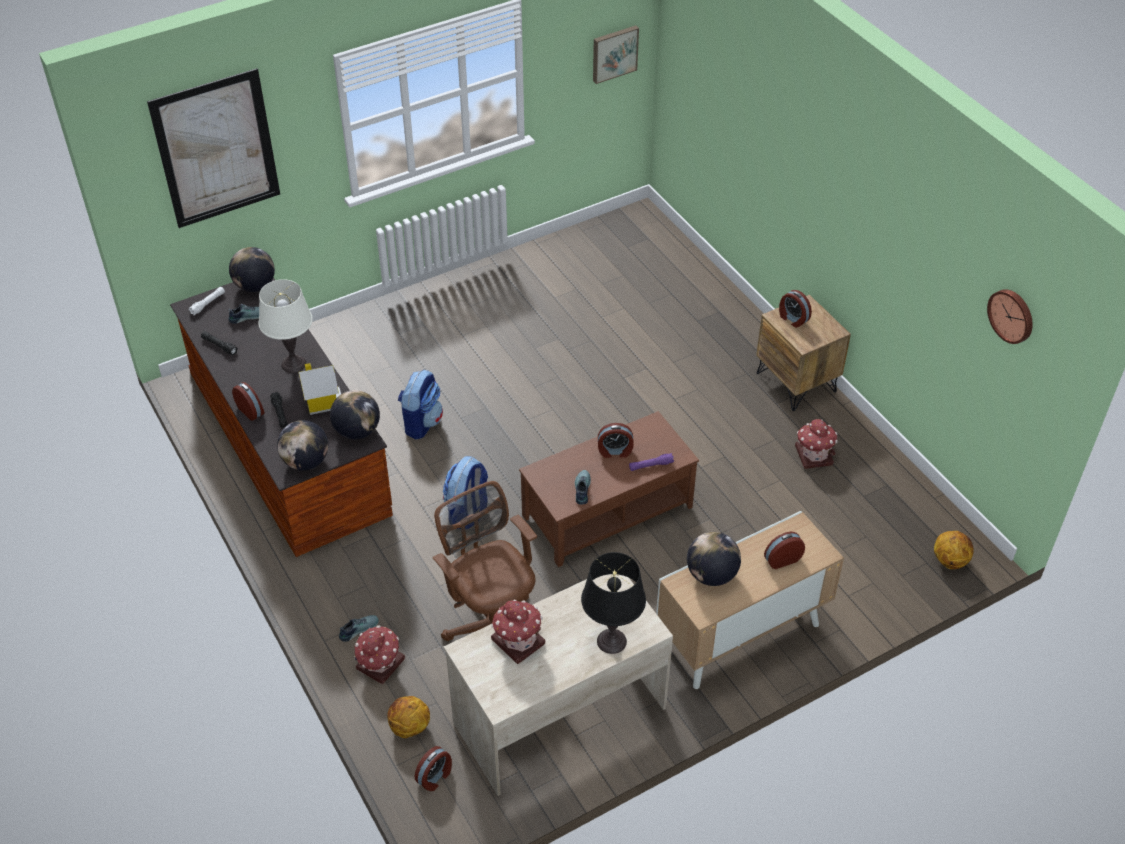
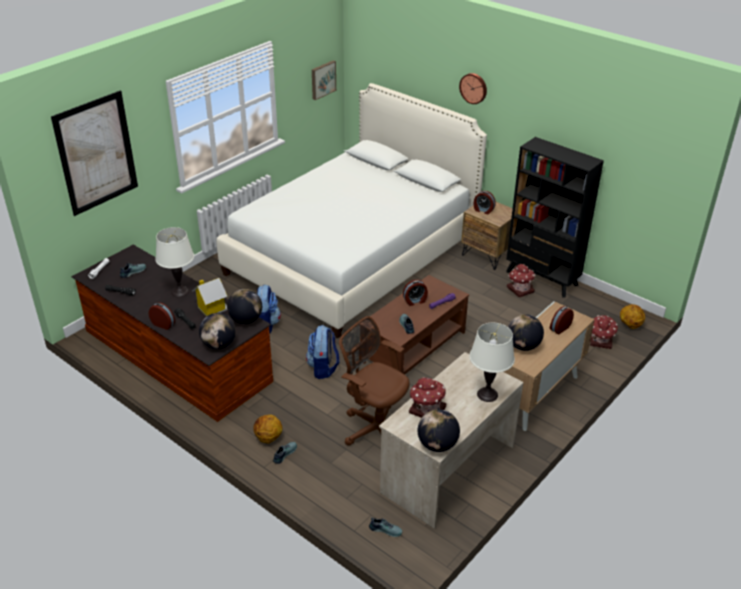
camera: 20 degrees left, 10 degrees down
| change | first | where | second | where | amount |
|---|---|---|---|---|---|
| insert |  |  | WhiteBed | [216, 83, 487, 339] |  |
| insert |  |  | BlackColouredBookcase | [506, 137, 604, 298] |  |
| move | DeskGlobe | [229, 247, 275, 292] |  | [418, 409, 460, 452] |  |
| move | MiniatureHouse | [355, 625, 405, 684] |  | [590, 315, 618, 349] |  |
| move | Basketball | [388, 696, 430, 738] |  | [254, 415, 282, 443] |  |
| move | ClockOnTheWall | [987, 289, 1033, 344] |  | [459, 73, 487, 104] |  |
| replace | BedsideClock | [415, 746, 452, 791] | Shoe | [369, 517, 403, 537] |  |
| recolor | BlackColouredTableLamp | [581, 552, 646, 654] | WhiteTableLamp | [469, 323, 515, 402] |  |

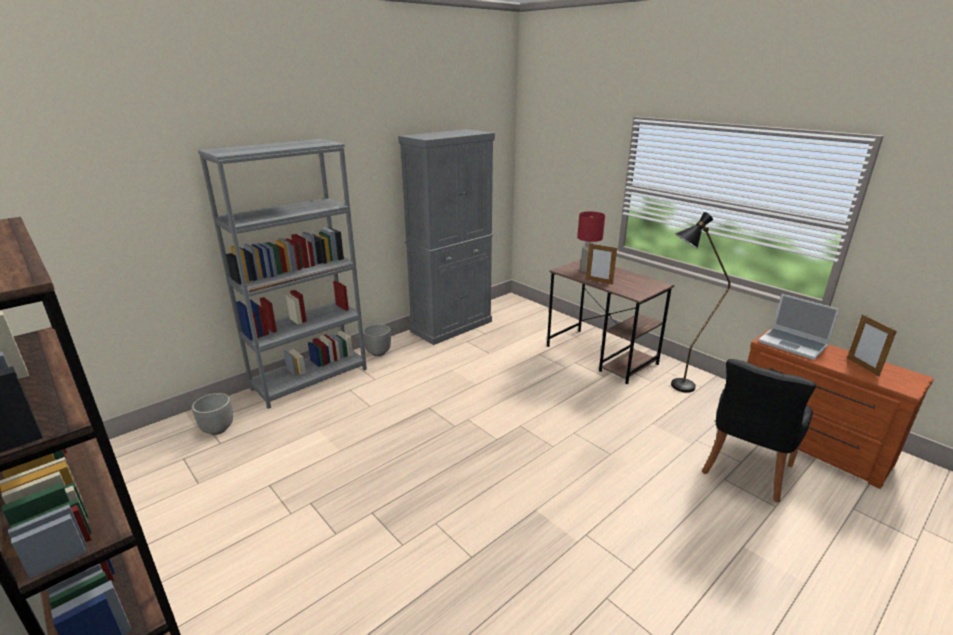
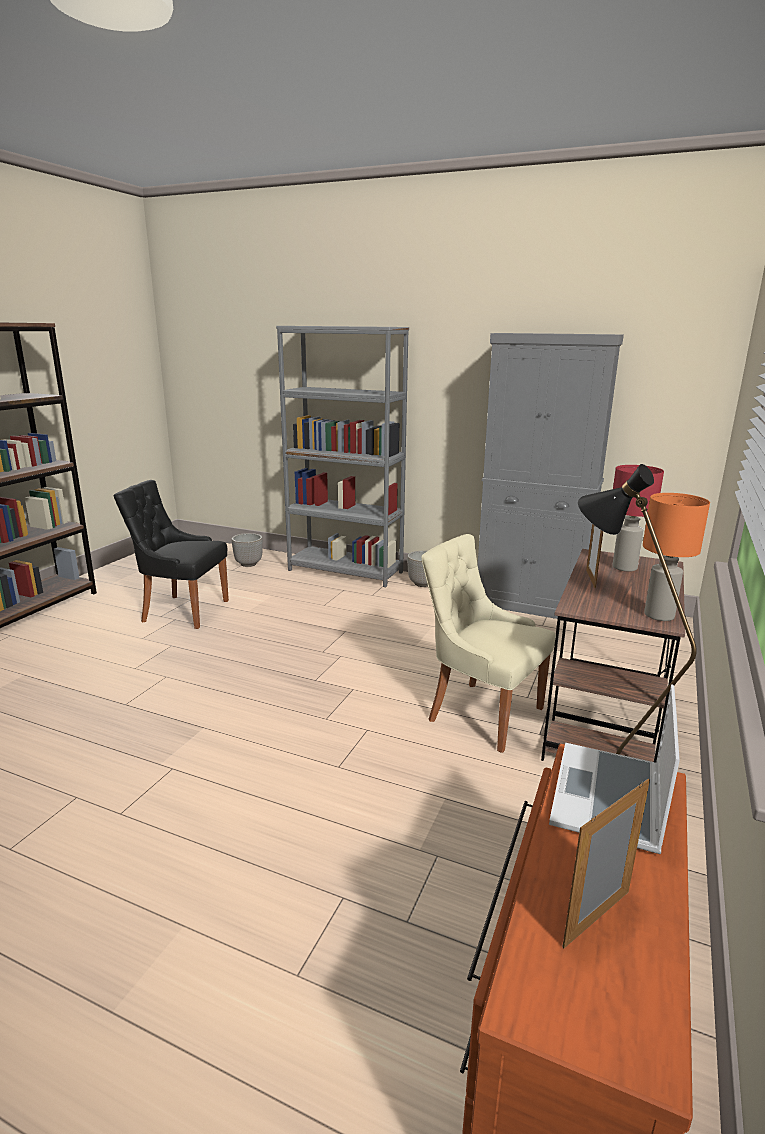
camera: 65 degrees right, 5 degrees down
| change | first | where | second | where | amount |
|---|---|---|---|---|---|
| insert |  |  | SandColouredChair | [421, 534, 556, 753] |  |
| insert |  |  | OrangeTableLamp | [643, 493, 710, 621] |  |
| move | BlackColouredChair | [702, 359, 816, 502] |  | [114, 480, 229, 629] |  |

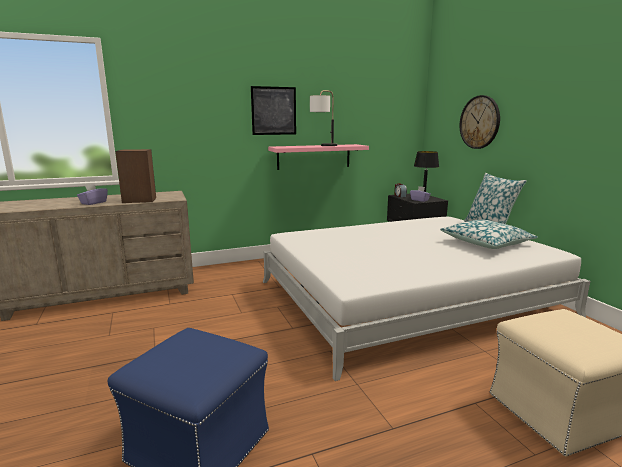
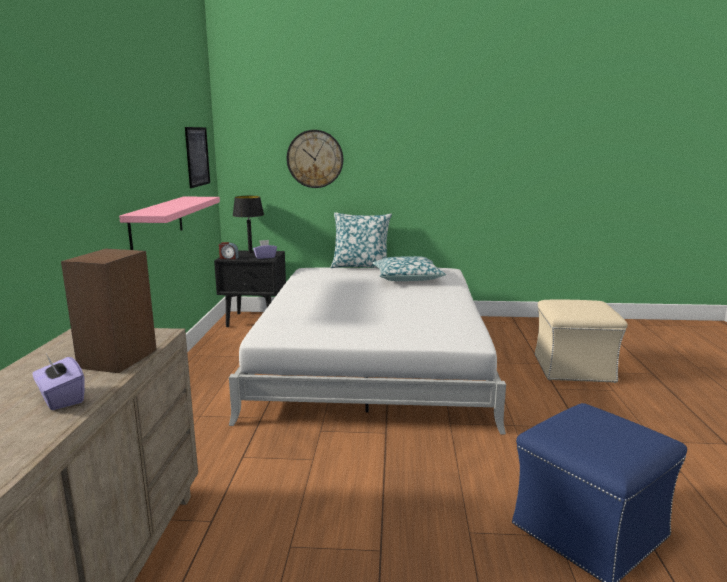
camera: 65 degrees left, 0 degrees up
| change | first | where | second | where | amount |
|---|---|---|---|---|---|
| delete | TableLamp | [310, 90, 337, 146] |  |  |  |
| move | Picture | [251, 86, 296, 135] |  | [185, 127, 210, 188] |  |

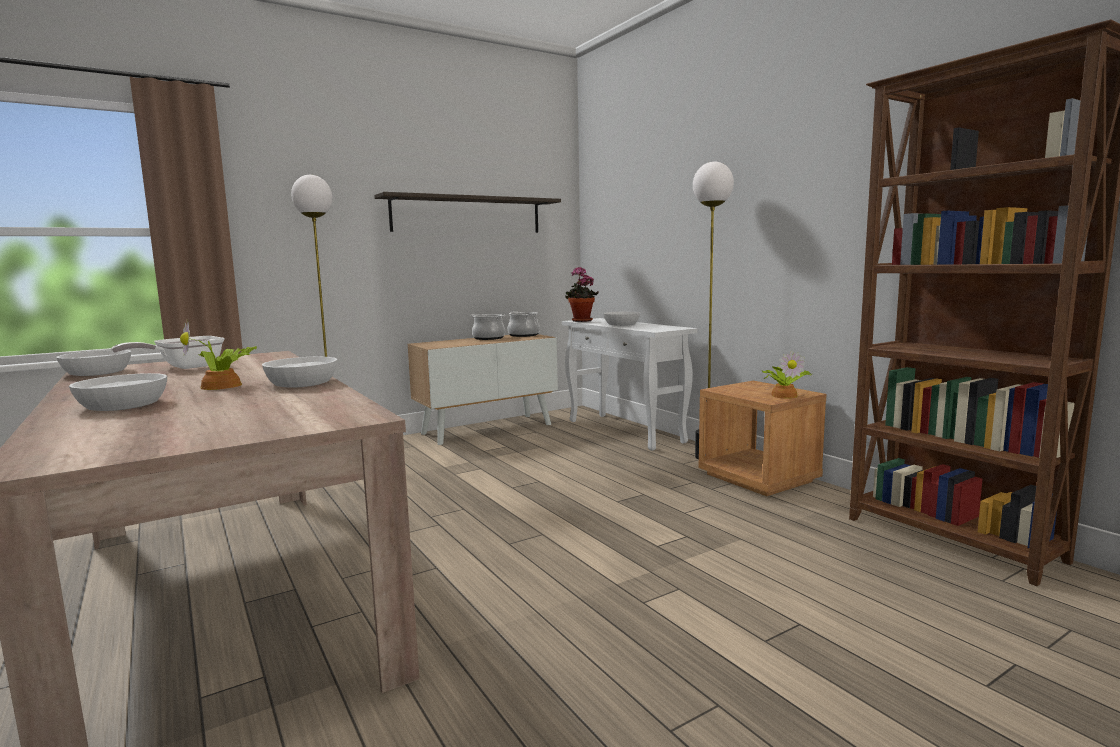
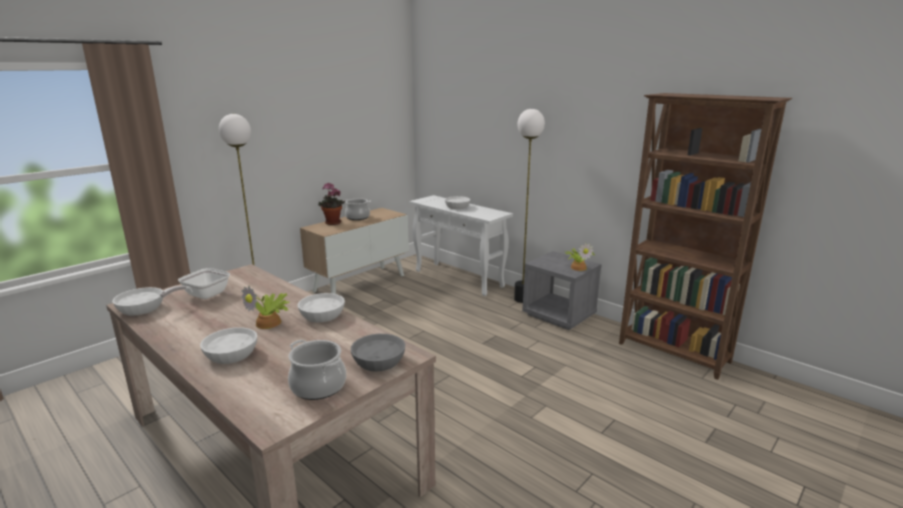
camera: 15 degrees left, 10 degrees up
| change | first | where | second | where | amount |
|---|---|---|---|---|---|
| delete | Shelf | [374, 192, 561, 233] |  |  |  |
| insert |  |  | GrayBowl | [351, 334, 405, 372] |  |
| move | CookingPot | [508, 311, 540, 337] |  | [288, 340, 346, 400] |  |
| move | Houseplant | [565, 267, 599, 322] |  | [318, 183, 345, 225] |  |
| recolor | BrownColouredBedsideTable | [698, 381, 826, 496] | GrayBedsideTable | [522, 251, 602, 330] |  |

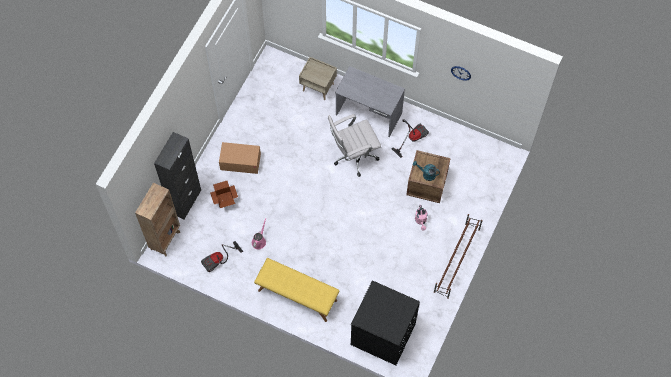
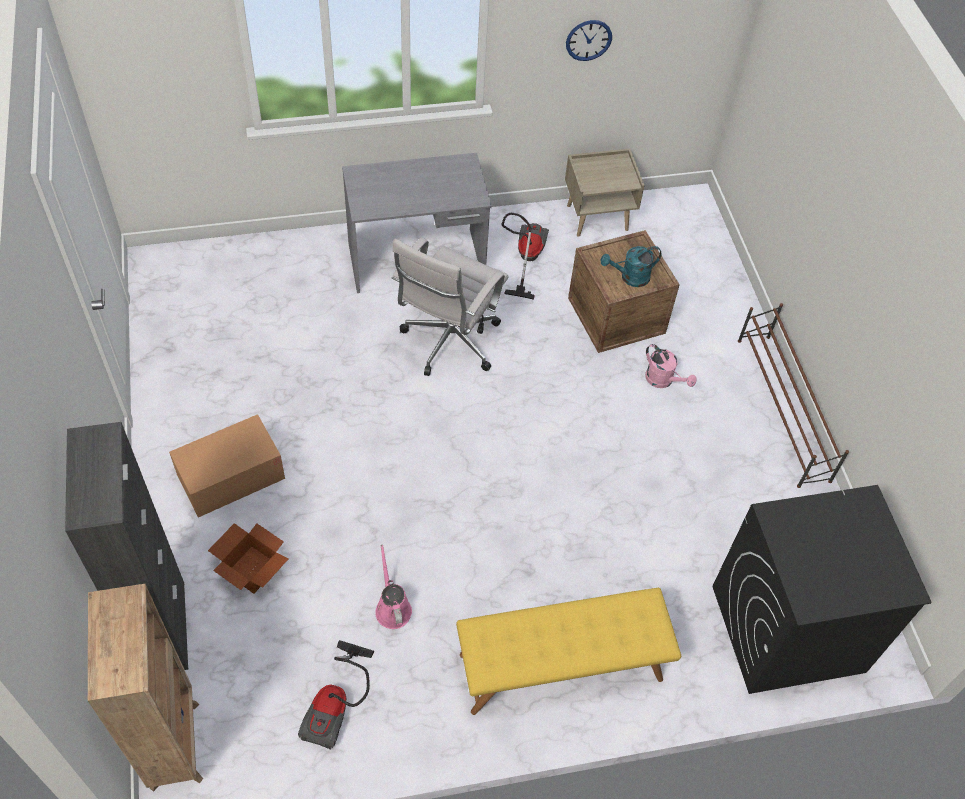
camera: 40 degrees left, 10 degrees down
| change | first | where | second | where | amount |
|---|---|---|---|---|---|
| move | SandColouredBedsideTable | [299, 57, 337, 100] |  | [565, 149, 645, 237] |  |

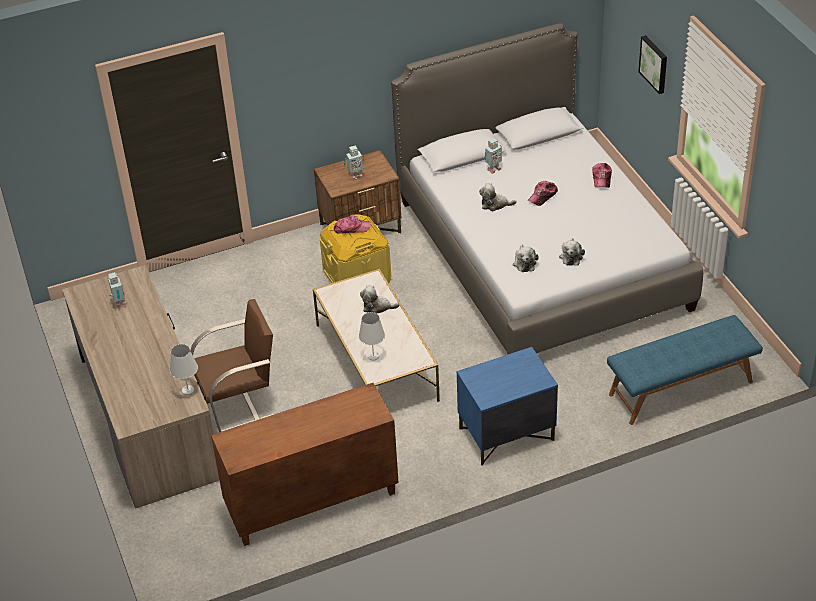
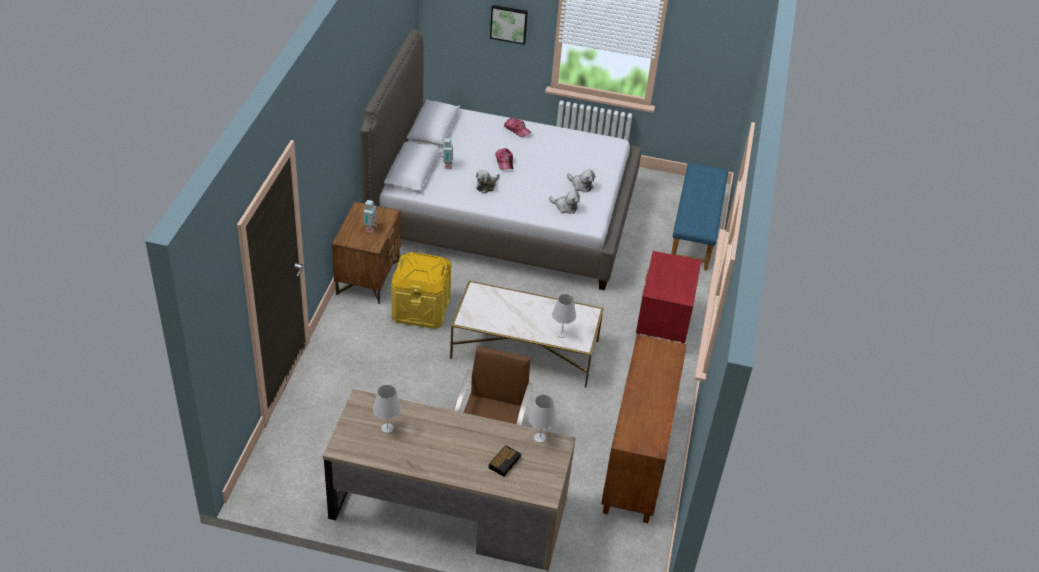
camera: 60 degrees left, 0 degrees up
| change | first | where | second | where | amount |
|---|---|---|---|---|---|
| delete | BaseballCap | [334, 215, 371, 234] |  |  |  |
| delete | CuddlyToy | [360, 285, 399, 313] |  |  |  |
| insert |  |  | BedsideClock | [489, 445, 521, 477] |  |
| replace | ToyRobot | [108, 272, 127, 309] | WhiteTableLamp | [373, 385, 401, 433] |  |
| recolor | BlueColouredBedsideTable | [457, 347, 558, 466] | RedColouredBedsideTable | [636, 251, 702, 344] |  |

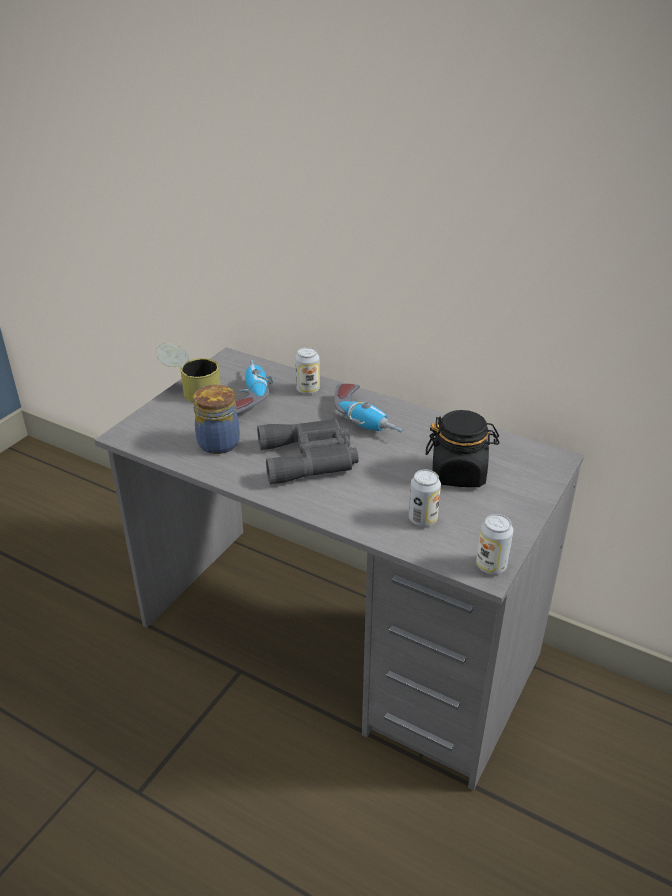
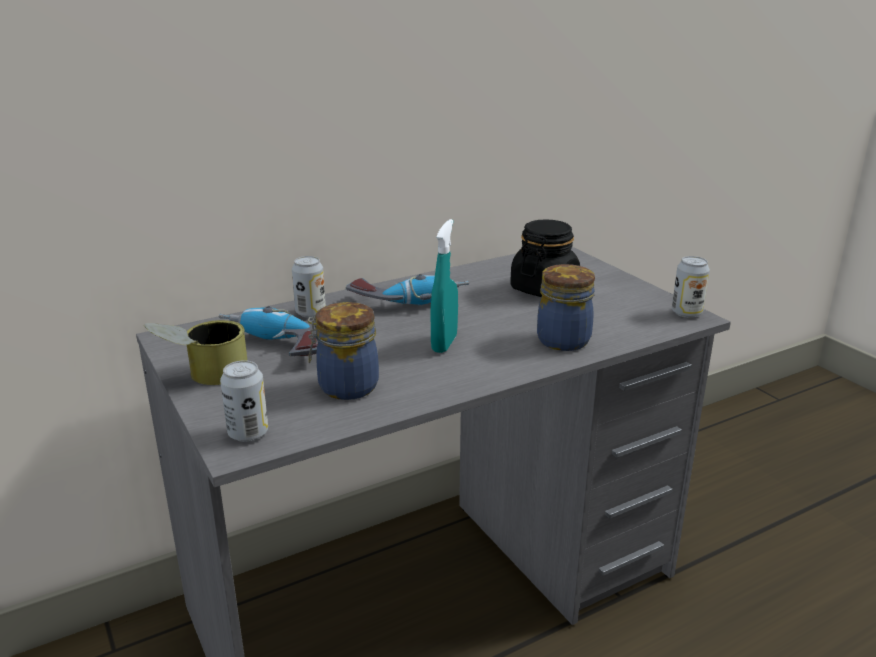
camera: 60 degrees left, 10 degrees down
| change | first | where | second | where | amount |
|---|---|---|---|---|---|
| insert |  |  | StorageJar | [537, 264, 595, 351] |  |
| move | MetalCan | [409, 469, 441, 526] |  | [220, 360, 268, 442] |  |
| replace | GrayFieldGlasses | [257, 419, 359, 485] | TurquoiseColouredSprayBottle | [431, 219, 458, 353] |  |

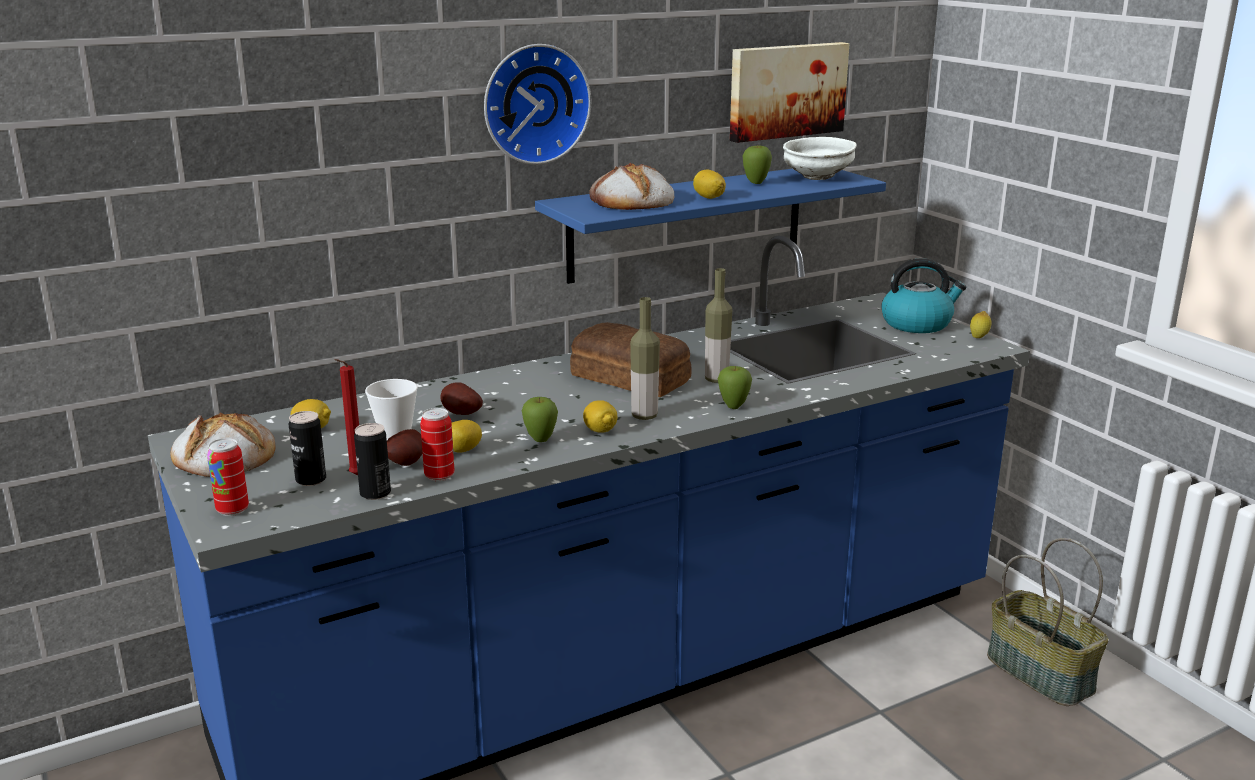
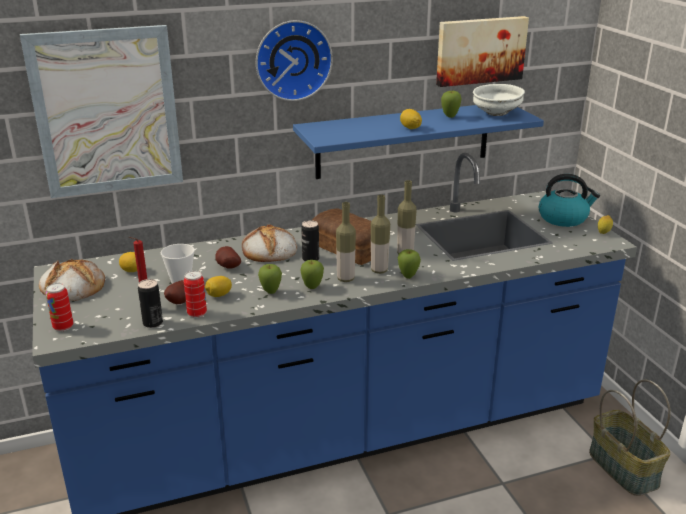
camera: 10 degrees right, 5 degrees up
| change | first | where | second | where | amount |
|---|---|---|---|---|---|
| insert |  |  | Picture | [20, 25, 183, 198] |  |
| insert |  |  | Bottle | [371, 195, 390, 274] |  |
| move | MetalCan | [289, 411, 326, 486] |  | [301, 220, 319, 262] |  |
| move | BakeryBread | [589, 163, 674, 210] |  | [242, 224, 297, 262] |  |
| replace | WholeLemon | [583, 400, 617, 433] | Apple | [300, 260, 324, 289] |  |

